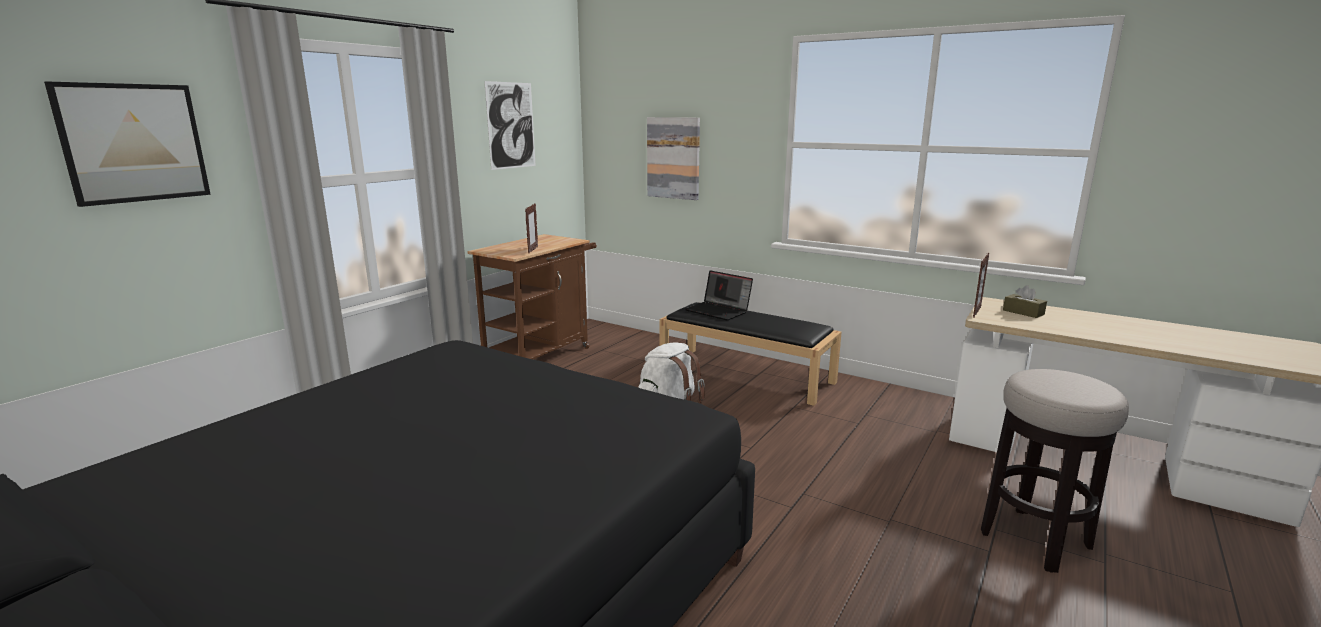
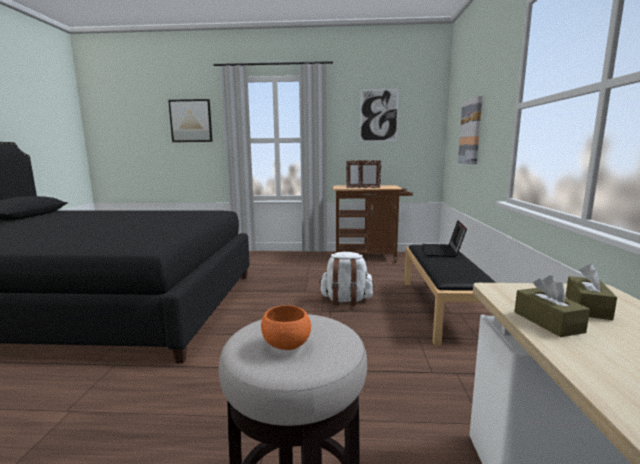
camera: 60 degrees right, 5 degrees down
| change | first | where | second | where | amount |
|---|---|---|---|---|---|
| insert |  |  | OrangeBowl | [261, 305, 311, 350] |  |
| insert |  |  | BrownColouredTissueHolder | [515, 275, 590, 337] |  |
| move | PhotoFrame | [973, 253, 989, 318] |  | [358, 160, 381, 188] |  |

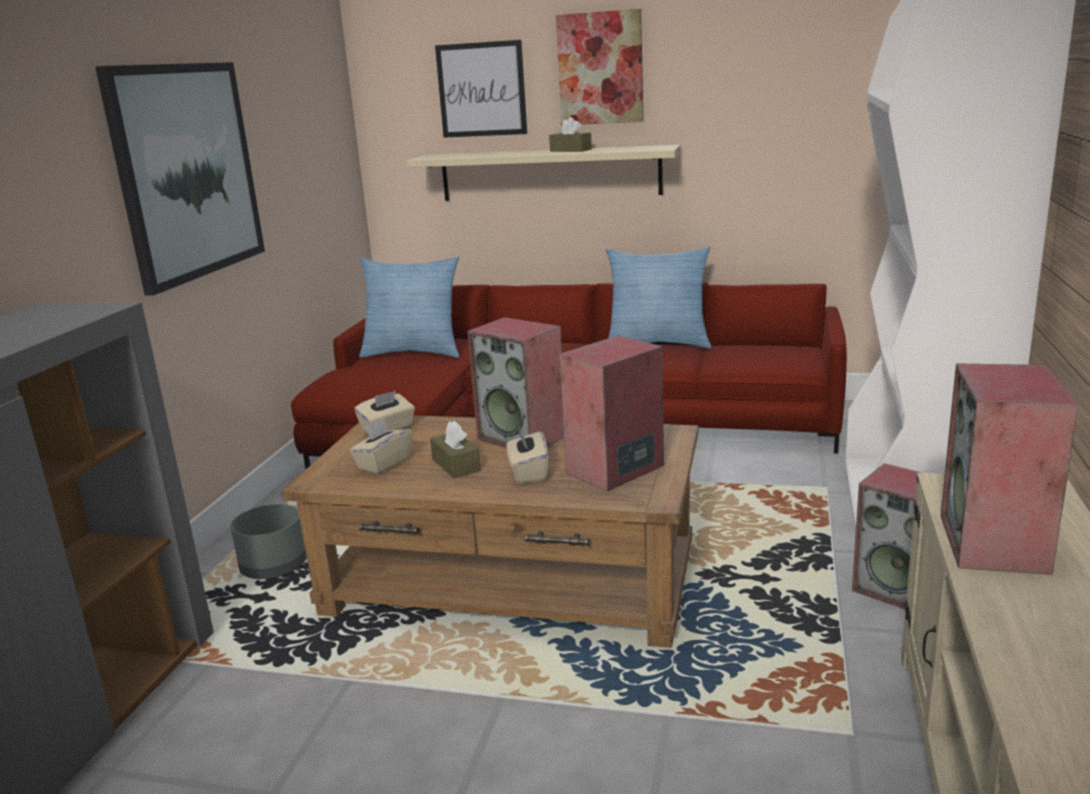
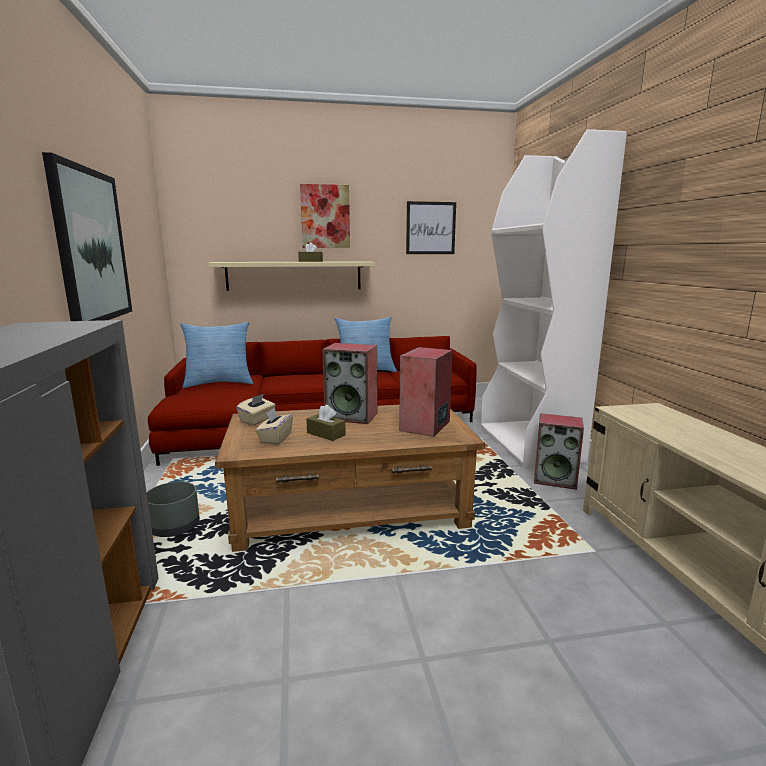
camera: 25 degrees left, 5 degrees down
| change | first | where | second | where | amount |
|---|---|---|---|---|---|
| delete | SandColouredTissueHolder | [506, 427, 548, 483] |  |  |  |
| delete | AudioSpeaker | [941, 363, 1079, 575] |  |  |  |
| move | Picture | [435, 40, 527, 138] |  | [406, 201, 456, 254] |  |

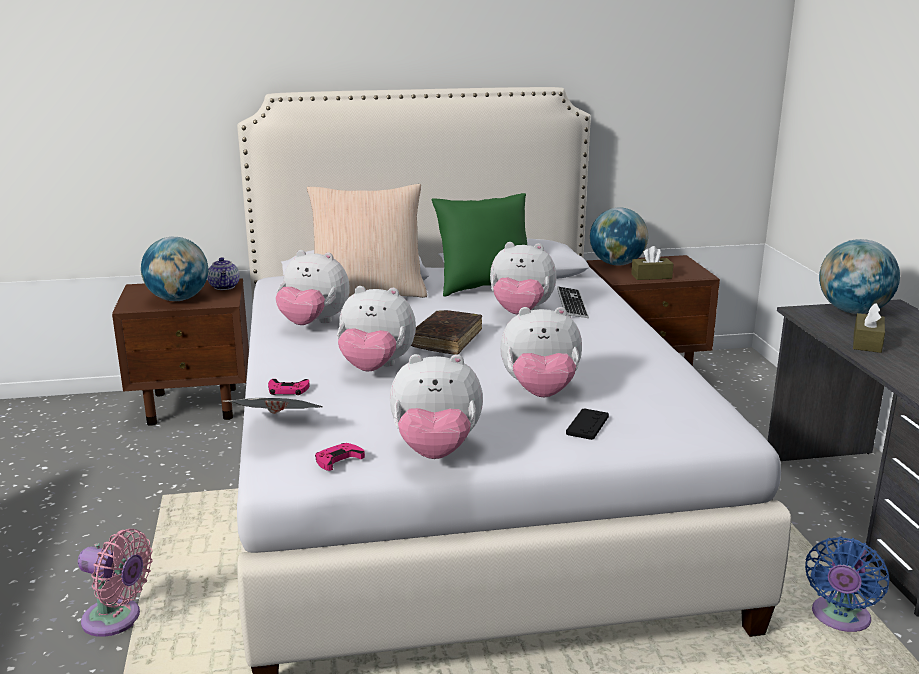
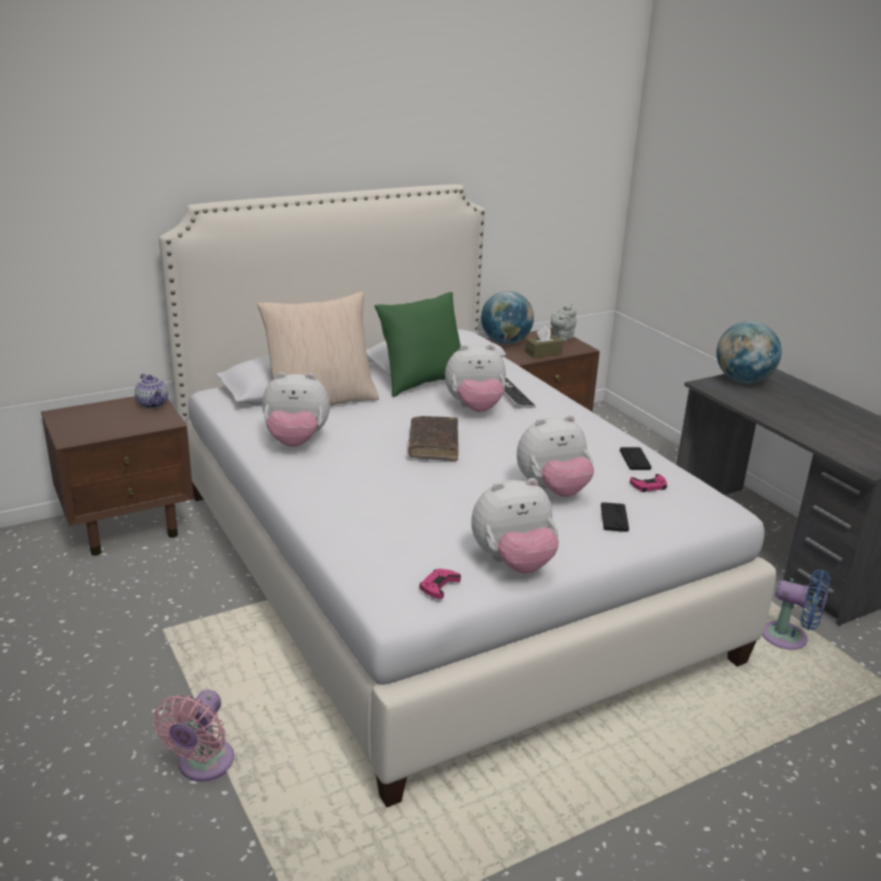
camera: 20 degrees left, 5 degrees up
| change | first | where | second | where | amount |
|---|---|---|---|---|---|
| delete | DeskGlobe | [141, 237, 208, 301] |  |  |  |
| delete | Newspaper | [224, 398, 322, 414] |  |  |  |
| delete | CuddlyToy | [337, 286, 416, 372] |  |  |  |
| delete | BrownColouredTissueHolder | [853, 303, 885, 353] |  |  |  |
| insert |  |  | GrayTeapot | [551, 304, 577, 341] |  |
| insert |  |  | BlackColouredGameController | [620, 447, 651, 470] |  |
| move | PinkGameController | [268, 379, 310, 395] |  | [630, 474, 667, 492] |  |
| rotate | PinkCoolingFan | [78, 529, 153, 637] |  | [153, 690, 234, 781] | 105 degrees clockwise |
| rotate | BlueColouredCoolingFan | [805, 536, 890, 632] |  | [762, 570, 830, 650] | 75 degrees counterclockwise |

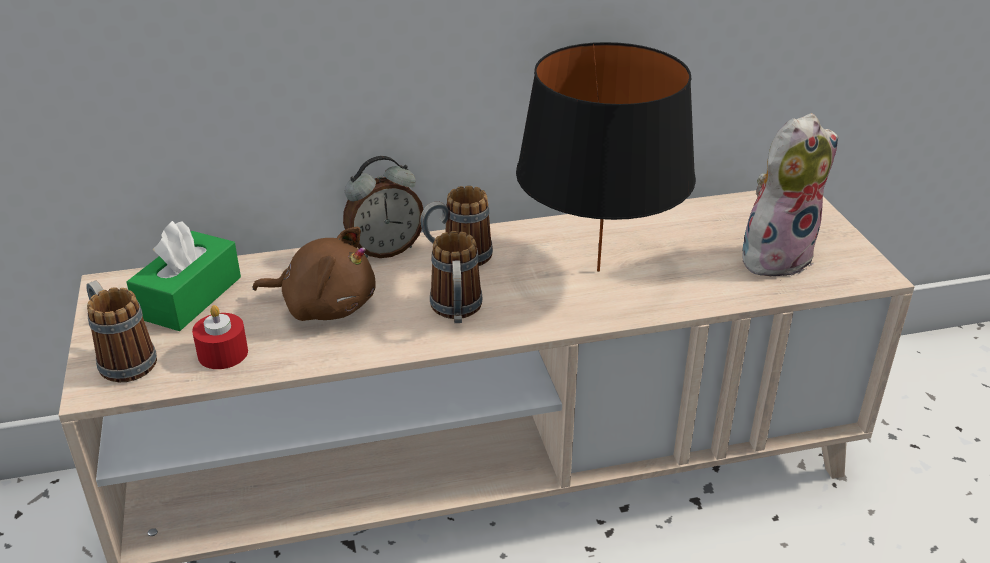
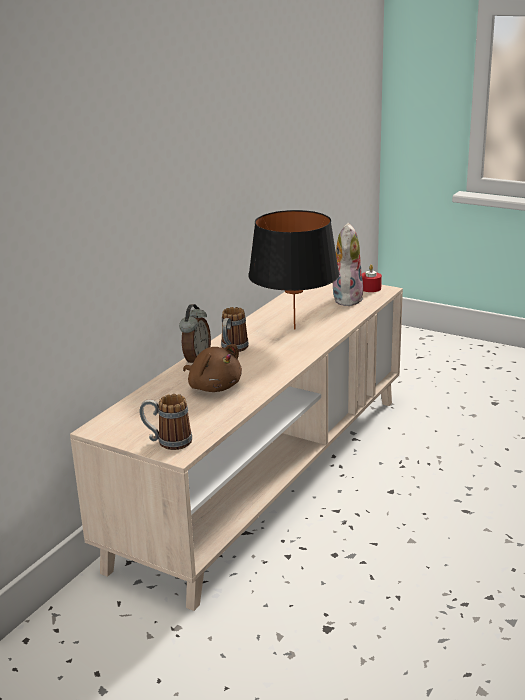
camera: 45 degrees left, 10 degrees down
| change | first | where | second | where | amount |
|---|---|---|---|---|---|
| delete | GreenColouredTissueHolder | [127, 221, 241, 331] |  |  |  |
| delete | CoffeeMug | [430, 231, 483, 323] |  |  |  |
| move | RedColouredWaxCandle | [192, 305, 248, 369] |  | [362, 264, 382, 292] |  |
| rotate | BrownColouredCuddlyToy | [253, 227, 376, 321] |  | [183, 344, 242, 392] | 75 degrees clockwise |

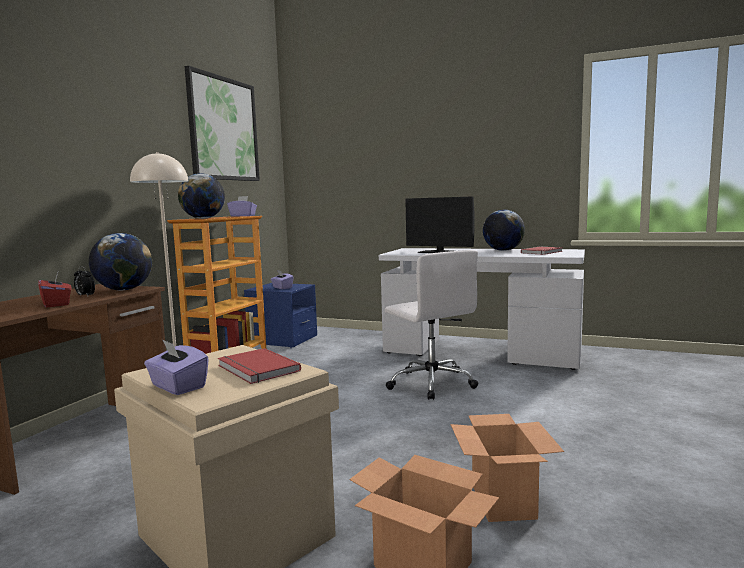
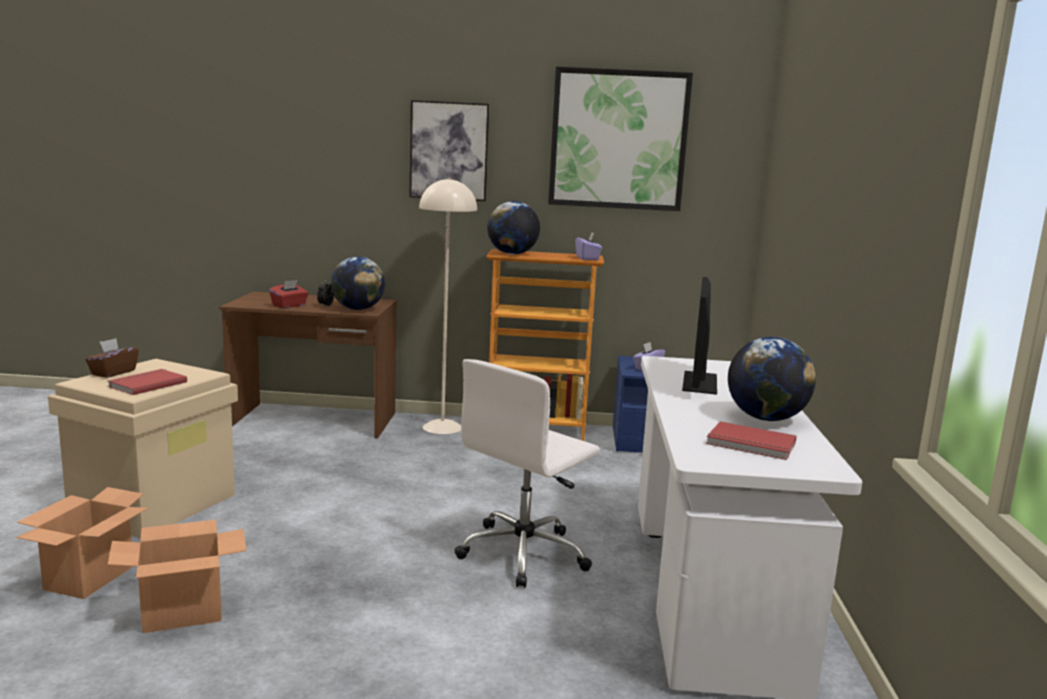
camera: 70 degrees right, 5 degrees up
| change | first | where | second | where | amount |
|---|---|---|---|---|---|
| insert |  |  | Picture | [409, 100, 489, 201] |  |
| recolor | PurplishTissueHolder | [144, 339, 209, 395] | BrownColouredTissueHolder | [85, 338, 139, 378] |  |

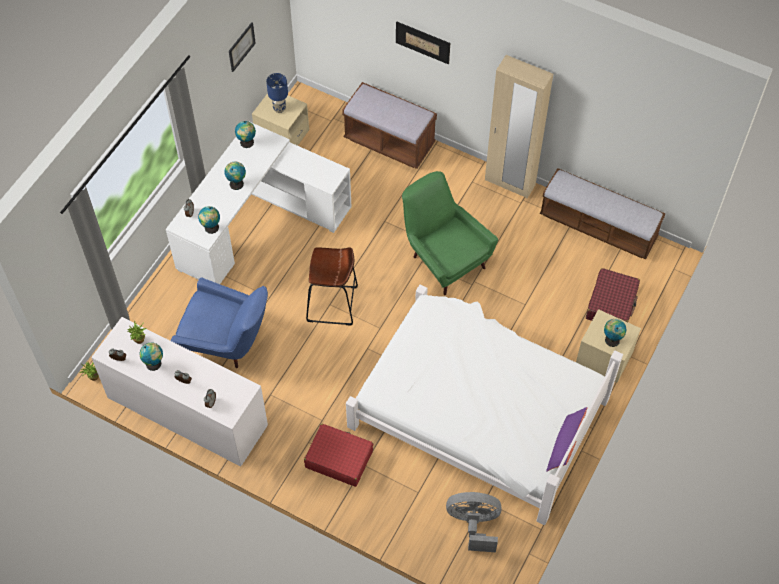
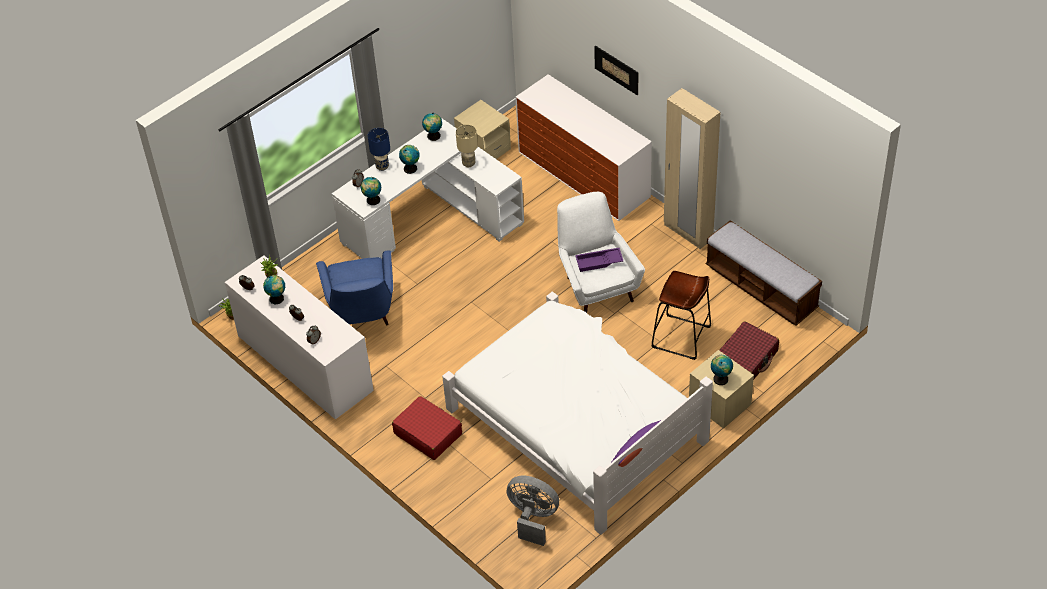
camera: 20 degrees right, 10 degrees down
| change | first | where | second | where | amount |
|---|---|---|---|---|---|
| delete | Picture | [229, 22, 256, 72] |  |  |  |
| insert |  |  | SandColouredTableLamp | [456, 125, 478, 167] |  |
| insert |  |  | PurplishCarryingTray | [575, 248, 623, 272] |  |
| move | BlueColouredTableLamp | [266, 73, 288, 113] |  | [368, 128, 390, 171] |  |
| move | BrownColouredStoolSeat | [306, 247, 358, 326] |  | [652, 271, 711, 360] |  |
| replace | BrownColouredIndoorBench | [342, 82, 437, 169] | ChestOfDrawers | [515, 74, 652, 221] |  |
| recolor | GreenColouredLoungeChair | [402, 171, 498, 295] | WhiteLoungeChair | [557, 192, 645, 313] |  |
| rotate | BlueColouredLoungeChair | [171, 278, 268, 368] |  | [316, 250, 393, 326] | 45 degrees clockwise |

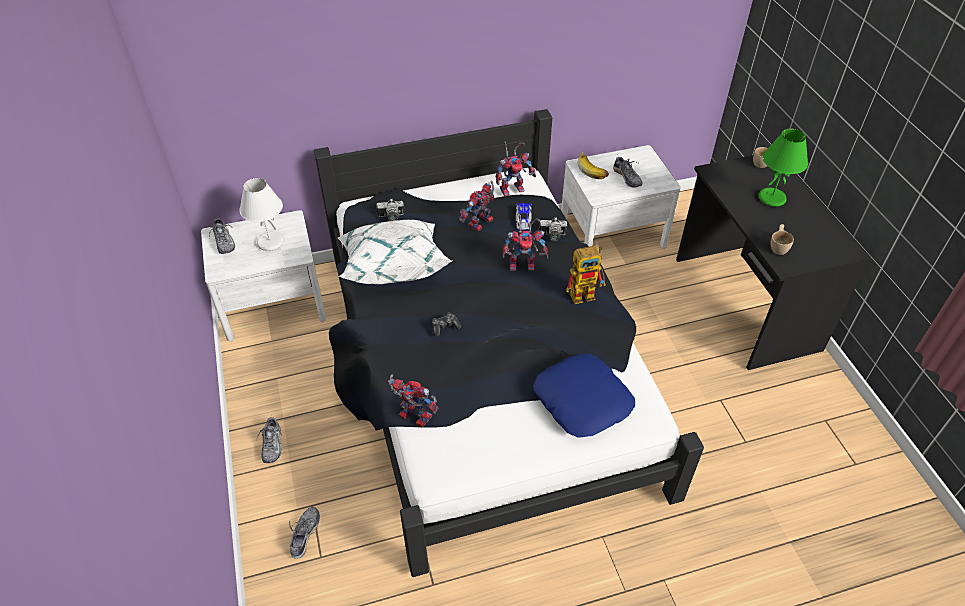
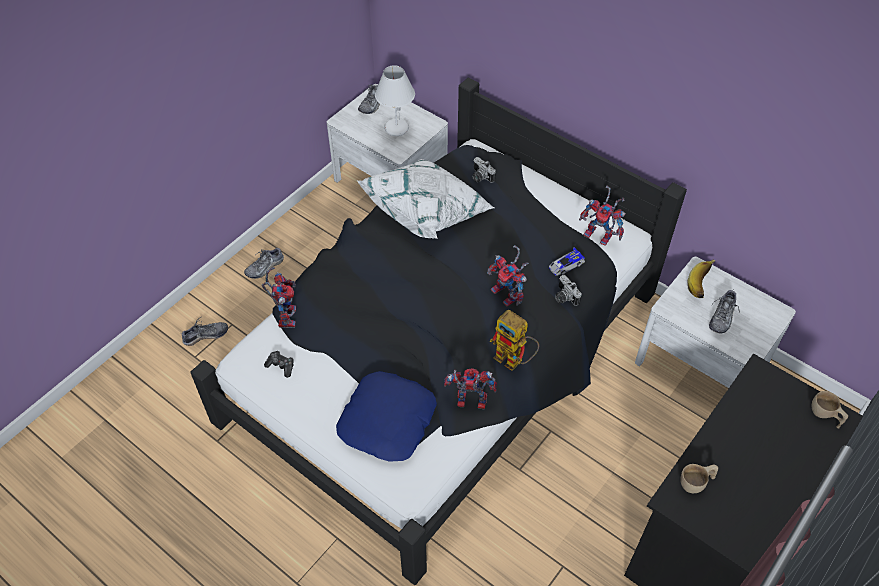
camera: 55 degrees right, 5 degrees up
| change | first | where | second | where | amount |
|---|---|---|---|---|---|
| delete | GreenColouredTableLamp | [759, 129, 808, 207] |  |  |  |
| move | GameController | [432, 313, 461, 337] |  | [264, 351, 294, 378] |  |
| move | ToyRobot | [459, 181, 494, 231] |  | [444, 368, 497, 409] |  |

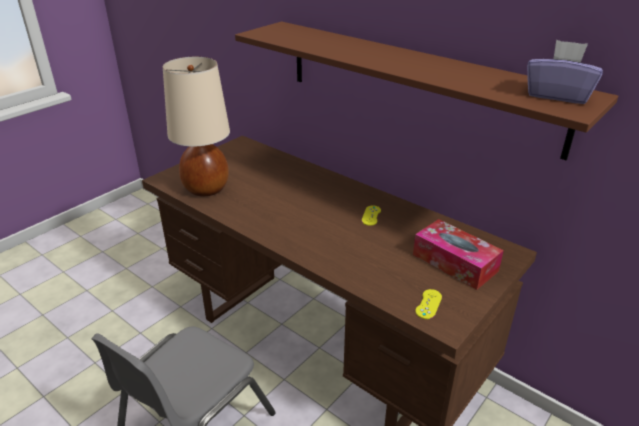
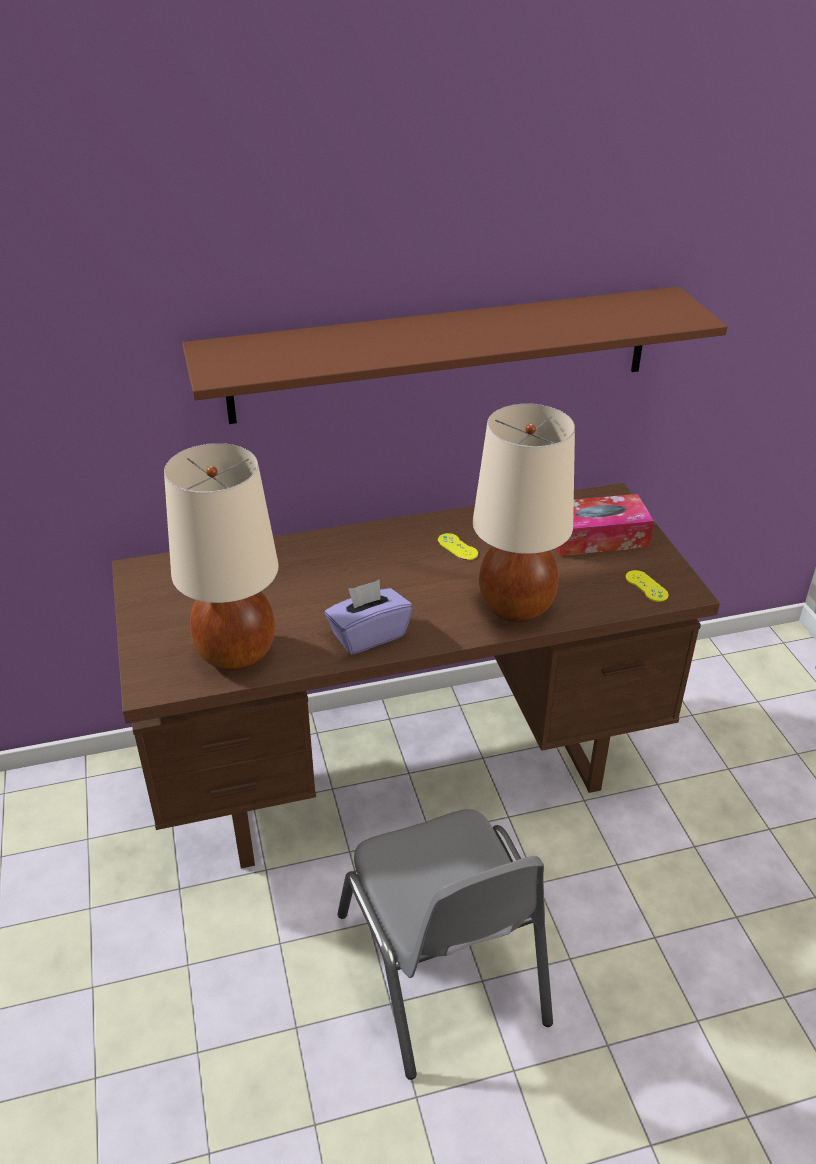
camera: 55 degrees left, 5 degrees up
| change | first | where | second | where | amount |
|---|---|---|---|---|---|
| insert |  |  | SandColouredTableLamp | [473, 404, 575, 622] |  |
| move | PurplishTissueHolder | [527, 40, 603, 104] |  | [325, 580, 413, 655] |  |

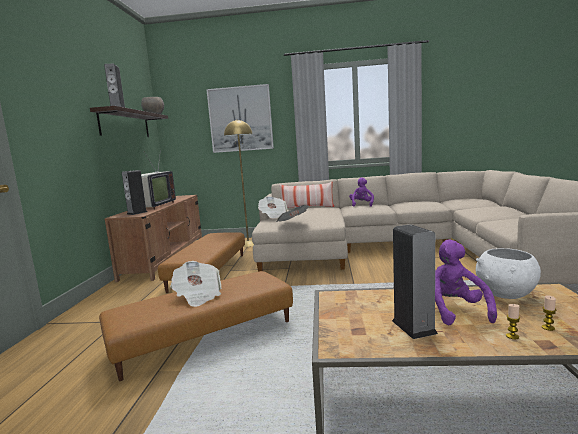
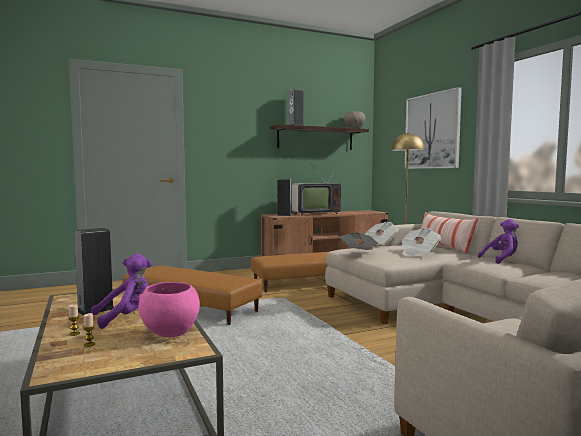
camera: 60 degrees right, 5 degrees down
| change | first | where | second | where | amount |
|---|---|---|---|---|---|
| move | Newspaper | [171, 261, 221, 307] |  | [401, 228, 441, 256] |  |
| recolor | WhiteBowl | [476, 248, 541, 299] | PinkBowl | [138, 282, 200, 337] |  |

